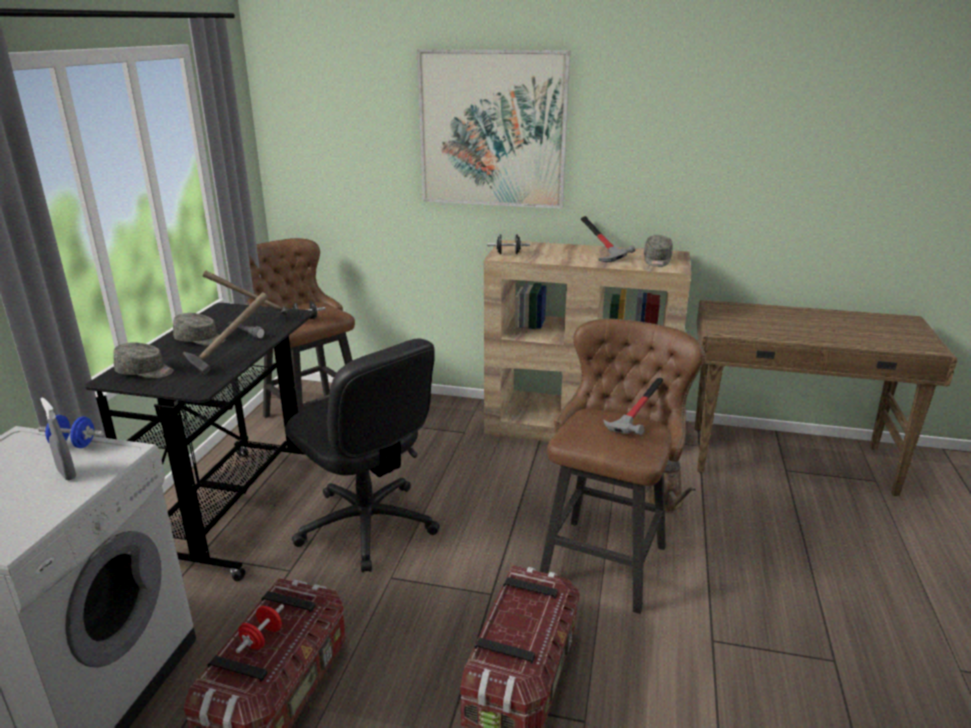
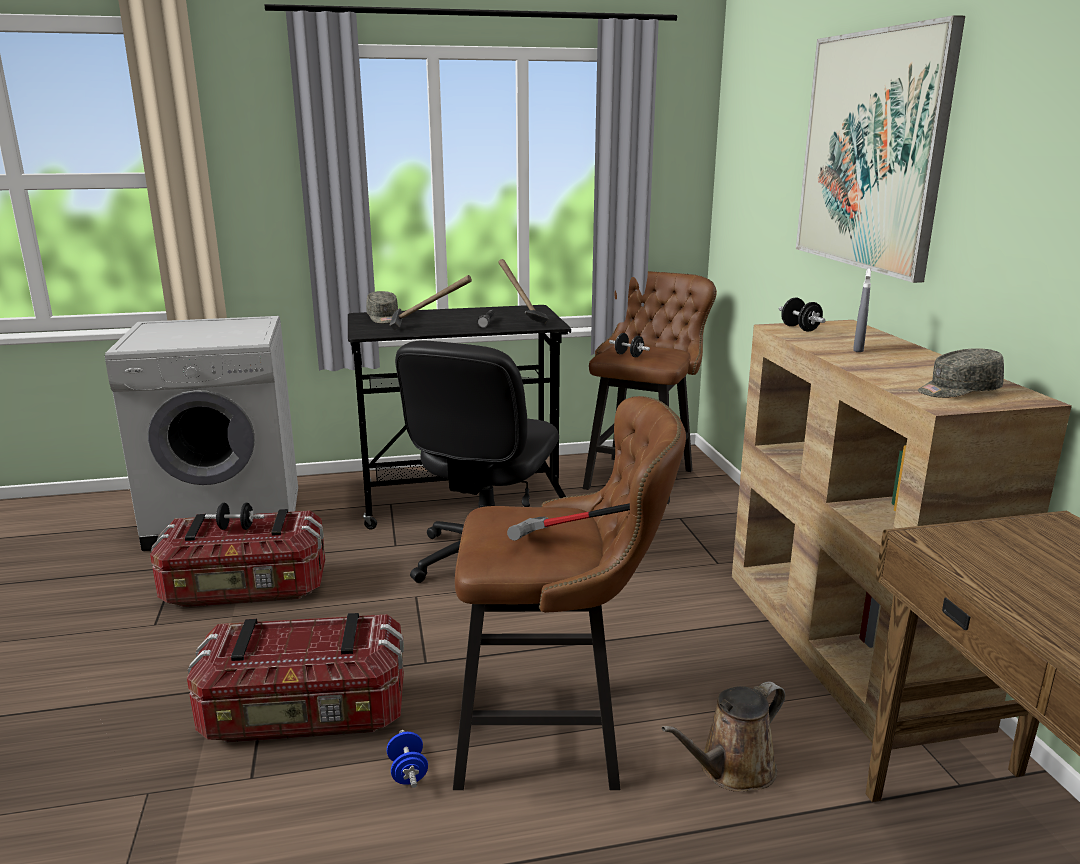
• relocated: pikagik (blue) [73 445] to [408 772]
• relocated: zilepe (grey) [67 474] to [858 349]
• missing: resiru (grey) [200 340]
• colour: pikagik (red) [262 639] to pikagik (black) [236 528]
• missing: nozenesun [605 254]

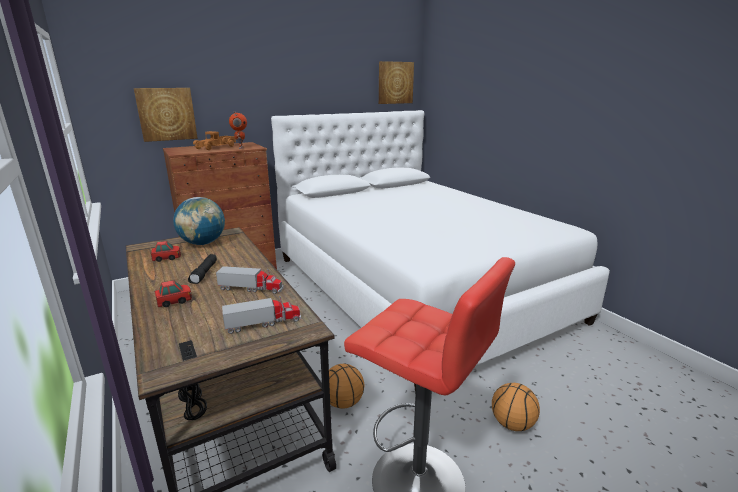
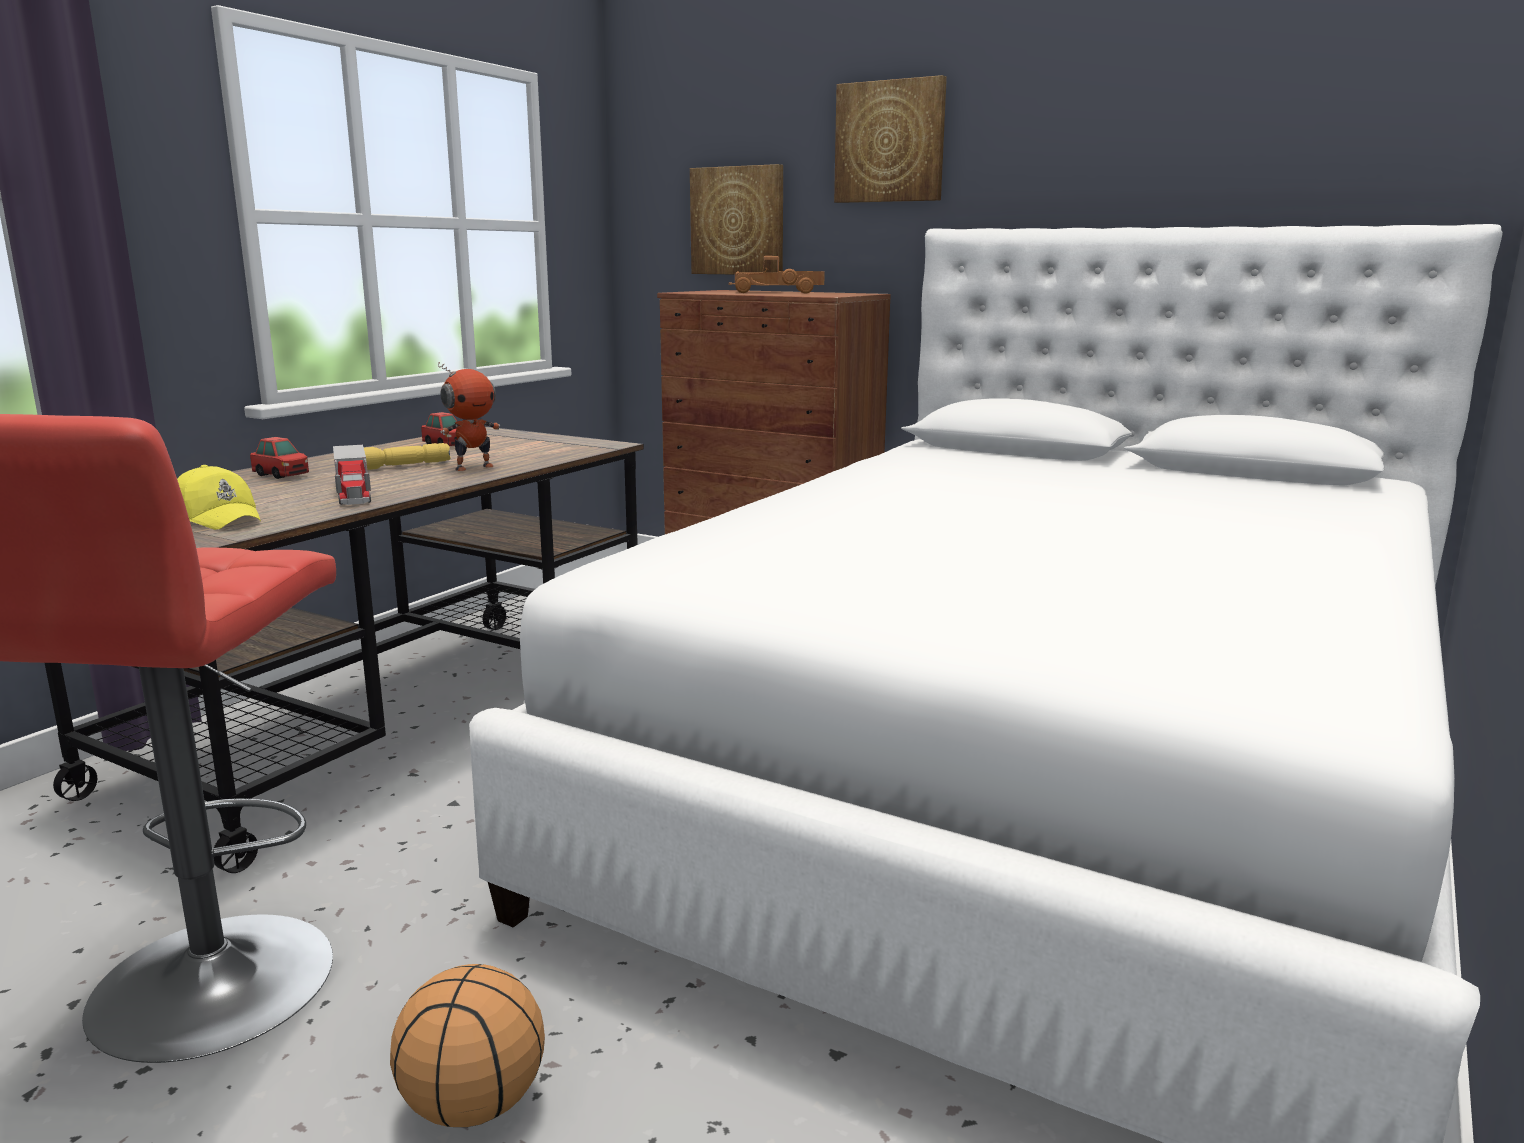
• missing: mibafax [203 243]
• colour: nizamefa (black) [204 273] to nizamefa (yellow) [399 467]
• exchanged: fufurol [264 323] to resiru (yellow) [218 518]
• relocated: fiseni [240 148] to [473 467]
• missing: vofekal [343 402]
• relocated: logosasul [395 83] to [890 142]

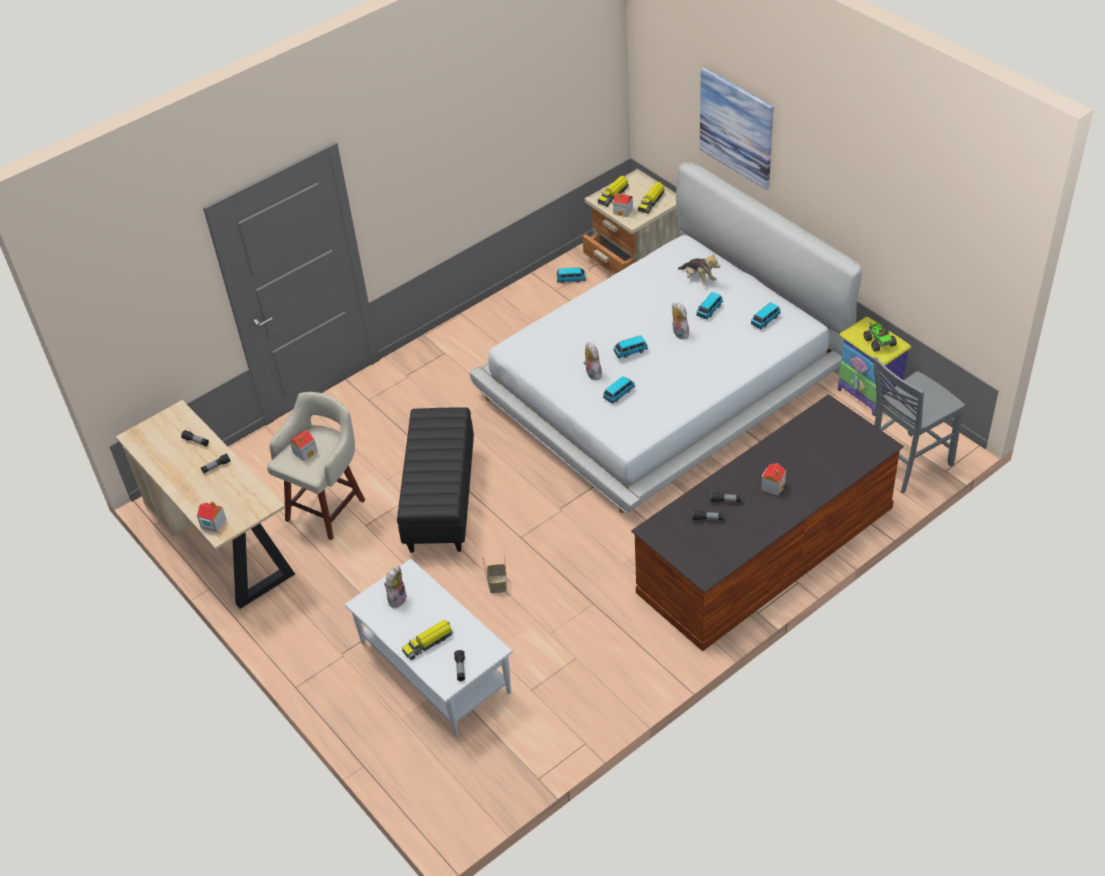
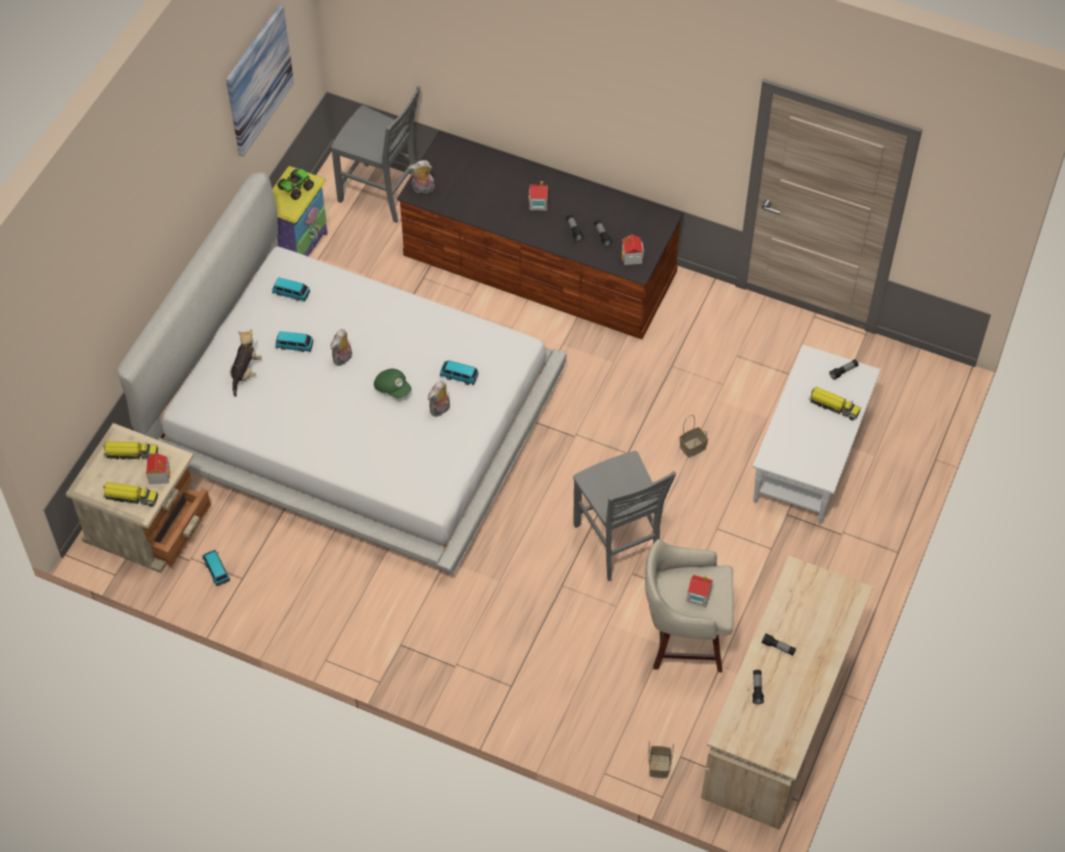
• relocated: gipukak [213 523] to [632 257]
• relocated: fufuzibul [396 598] to [422 189]
• exchanged: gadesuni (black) [440 500] to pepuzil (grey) [618 543]
• exchanged: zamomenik [630 351] to resiru (green) [393 388]
• relocated: logosasul [736 128] to [258 80]
• appeared: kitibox [658 765]

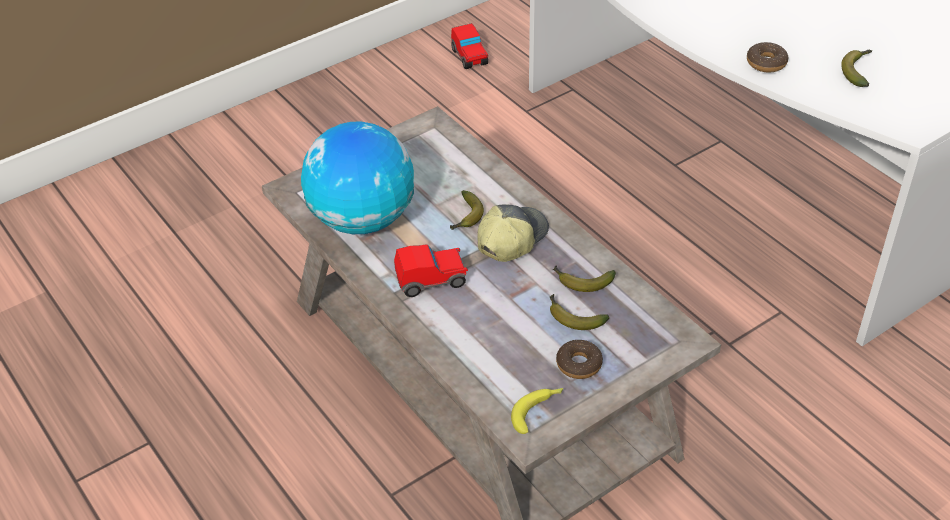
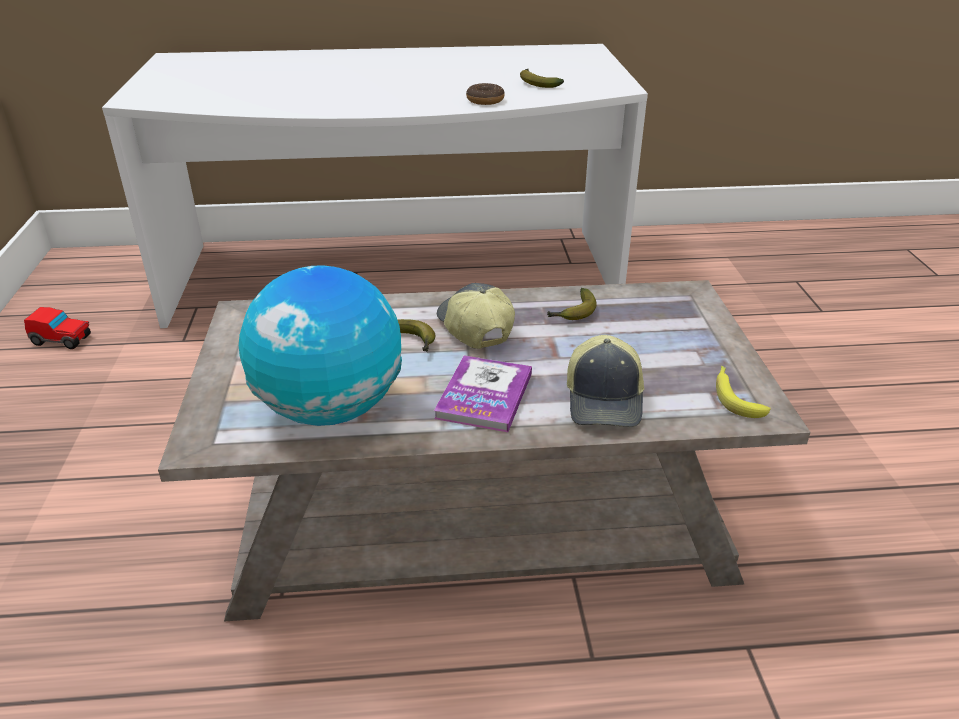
• exchanged: zamomenik [431 280] to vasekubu [484 395]
• missing: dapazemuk [573 317]
• missing: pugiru [579 364]
• appeared: resiru [605 400]

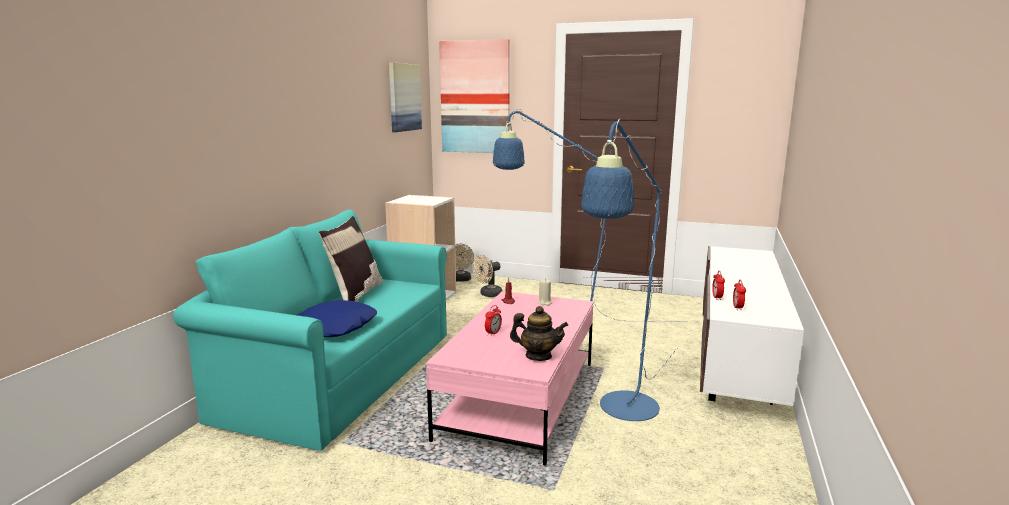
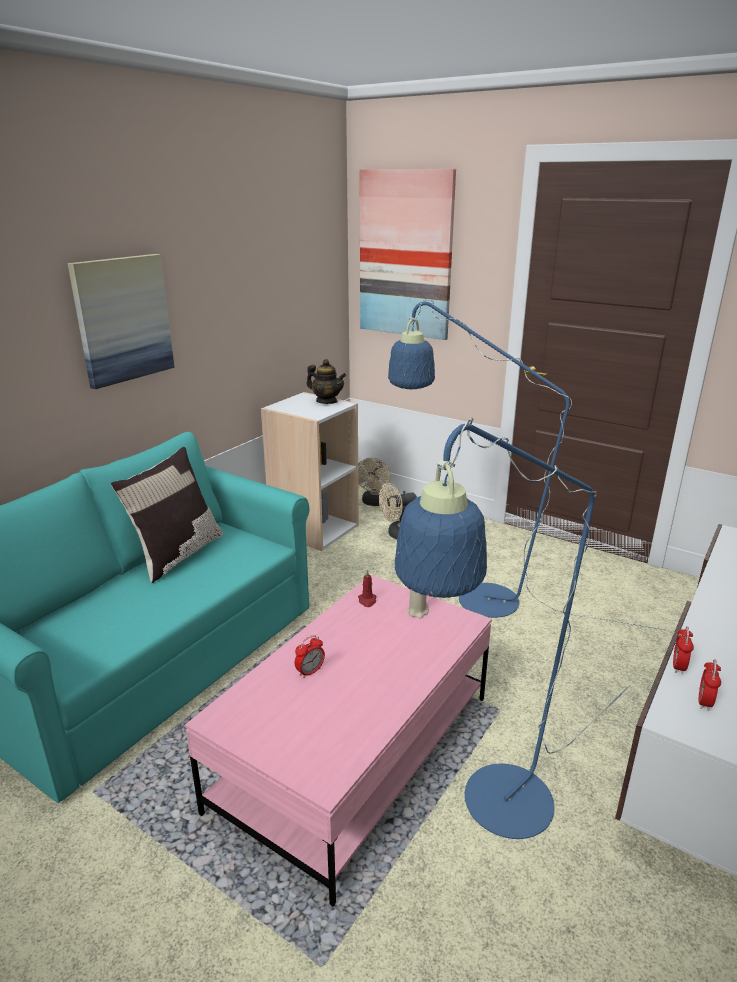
• missing: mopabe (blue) [335 327]
• relocated: logosasul [404 97] to [123 319]
• relocated: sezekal [538 356] to [326 401]

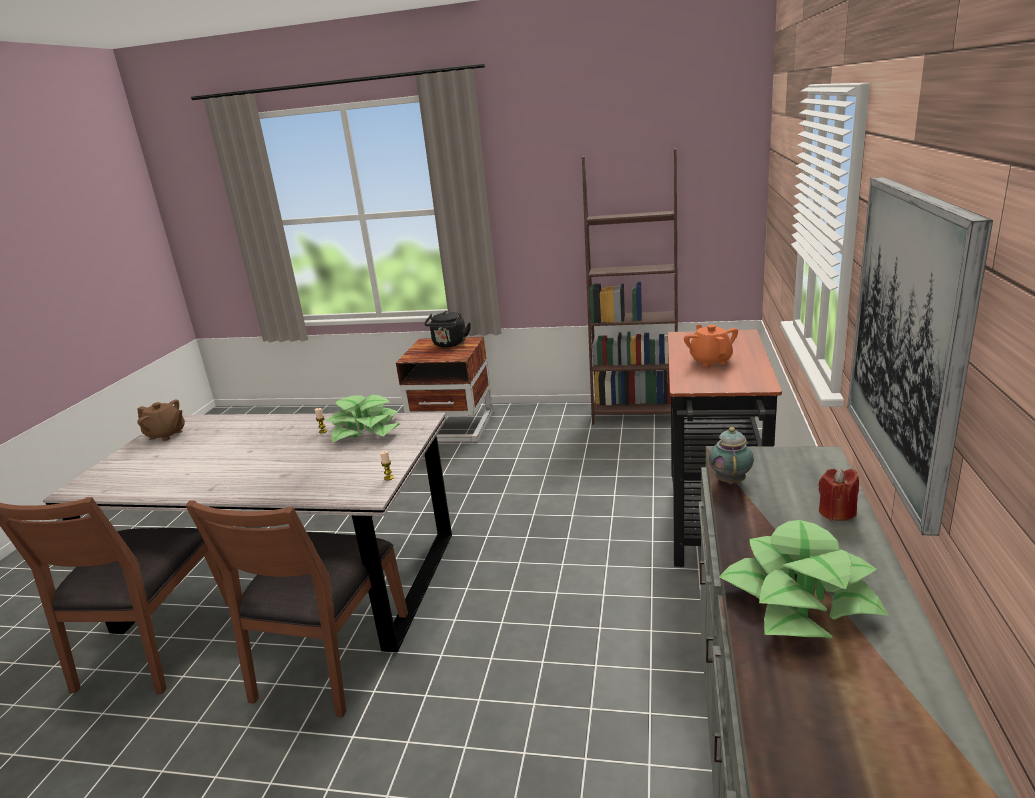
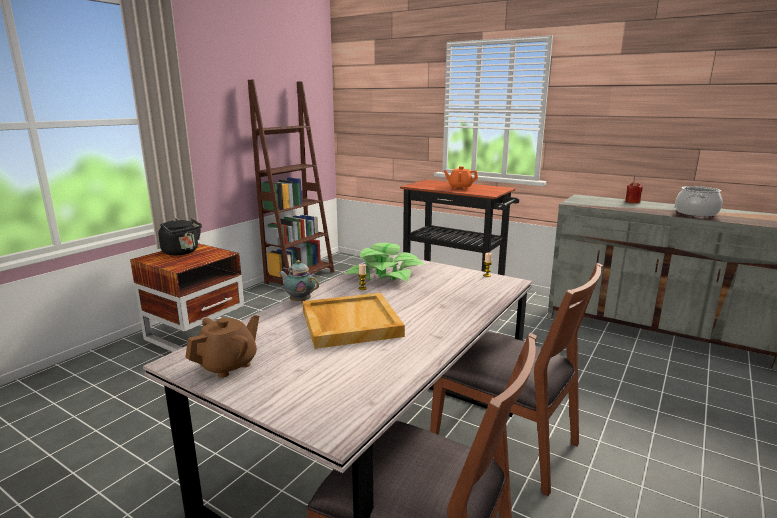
• relocated: sezekal [730 480] to [299 301]
• exchanged: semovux [800 599] to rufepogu [696 213]
• missing: logosasul [908 338]
• appeared: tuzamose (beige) [350 323]

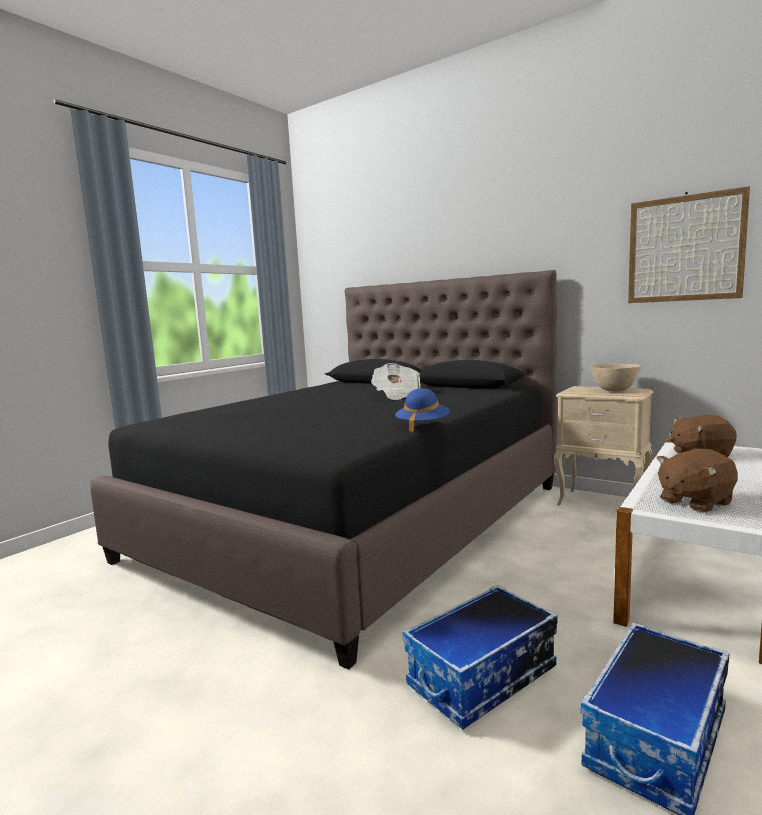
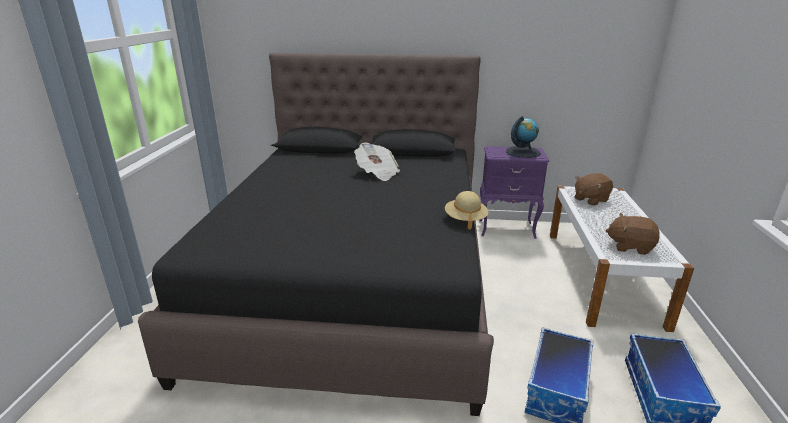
• colour: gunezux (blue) [422 426] to gunezux (beige) [465 219]
• colour: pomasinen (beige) [602 503] to pomasinen (purple) [507 229]
• exchanged: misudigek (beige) [614 391] to mibafax [522 152]
• missing: logosasul [685 247]
• spun: fufuzibul (brown) [694 502] = [630 246] 75 degrees clockwise

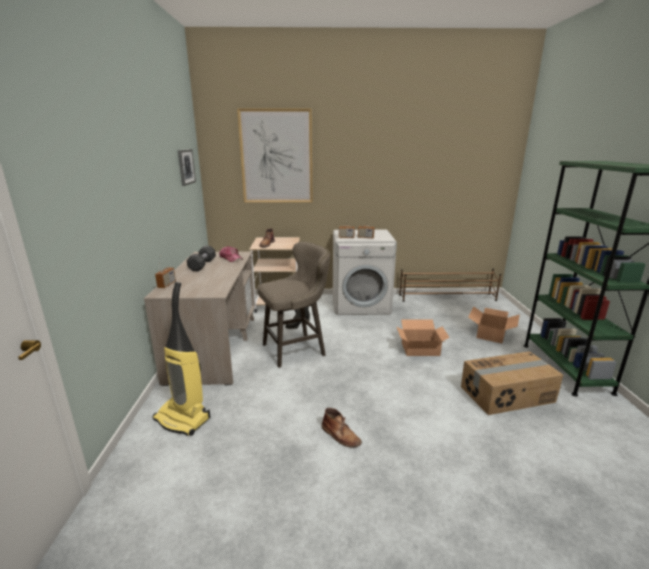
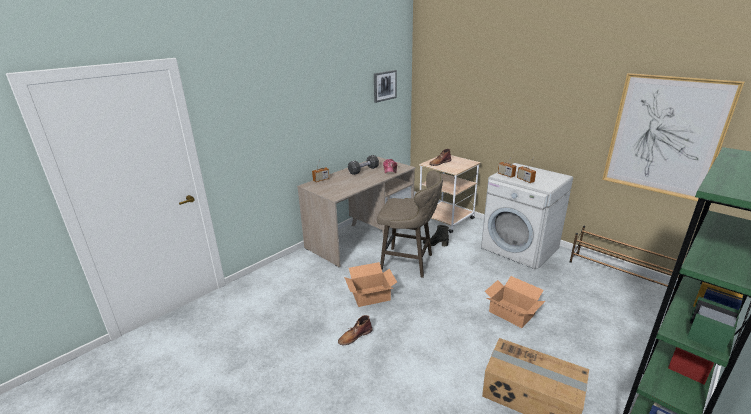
• missing: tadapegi [183 419]
• relocated: logosasul [276 157] to [664 136]
• spun: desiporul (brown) [341 435] = [354 336] 60 degrees clockwise
• relocated: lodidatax [491 334] to [371 296]

